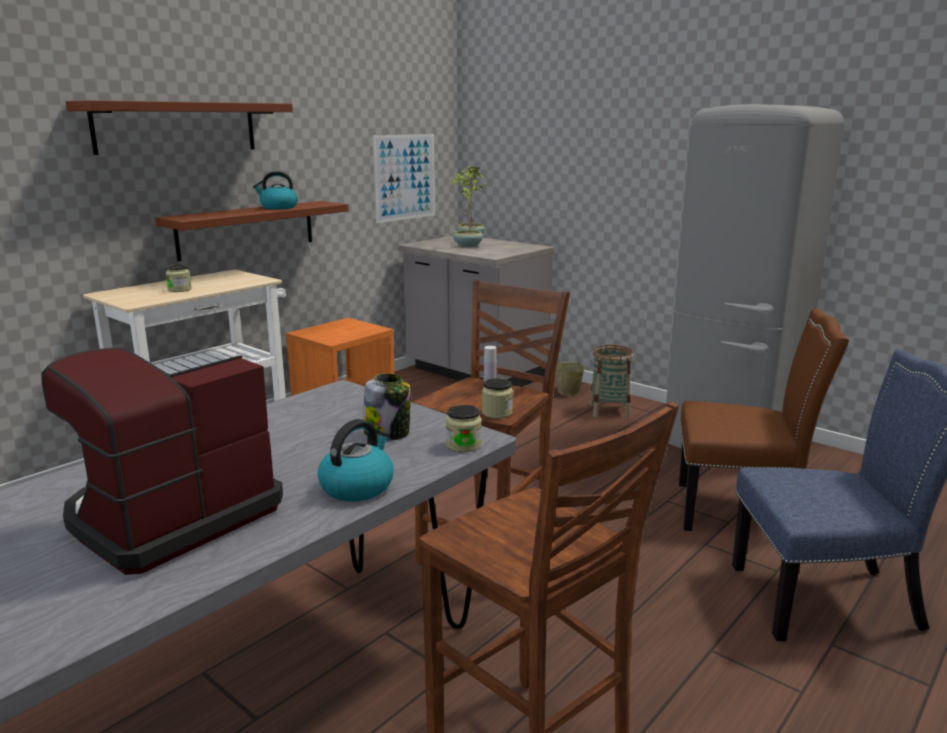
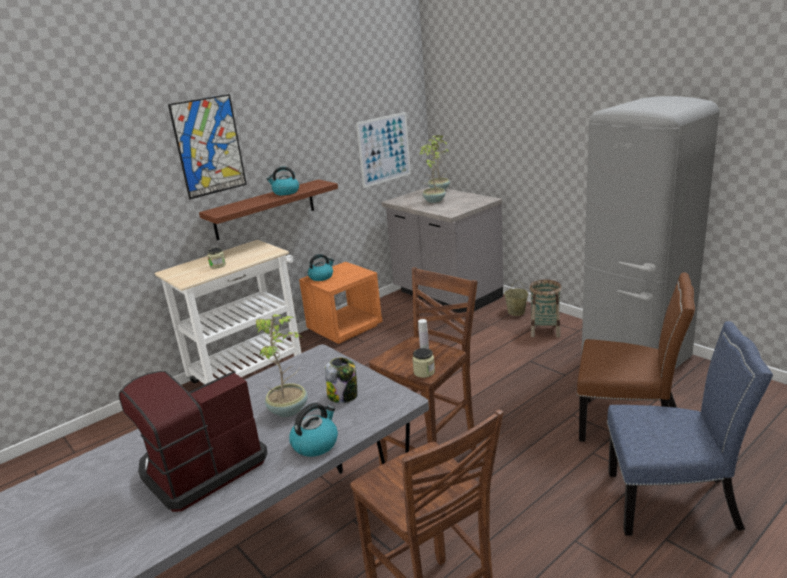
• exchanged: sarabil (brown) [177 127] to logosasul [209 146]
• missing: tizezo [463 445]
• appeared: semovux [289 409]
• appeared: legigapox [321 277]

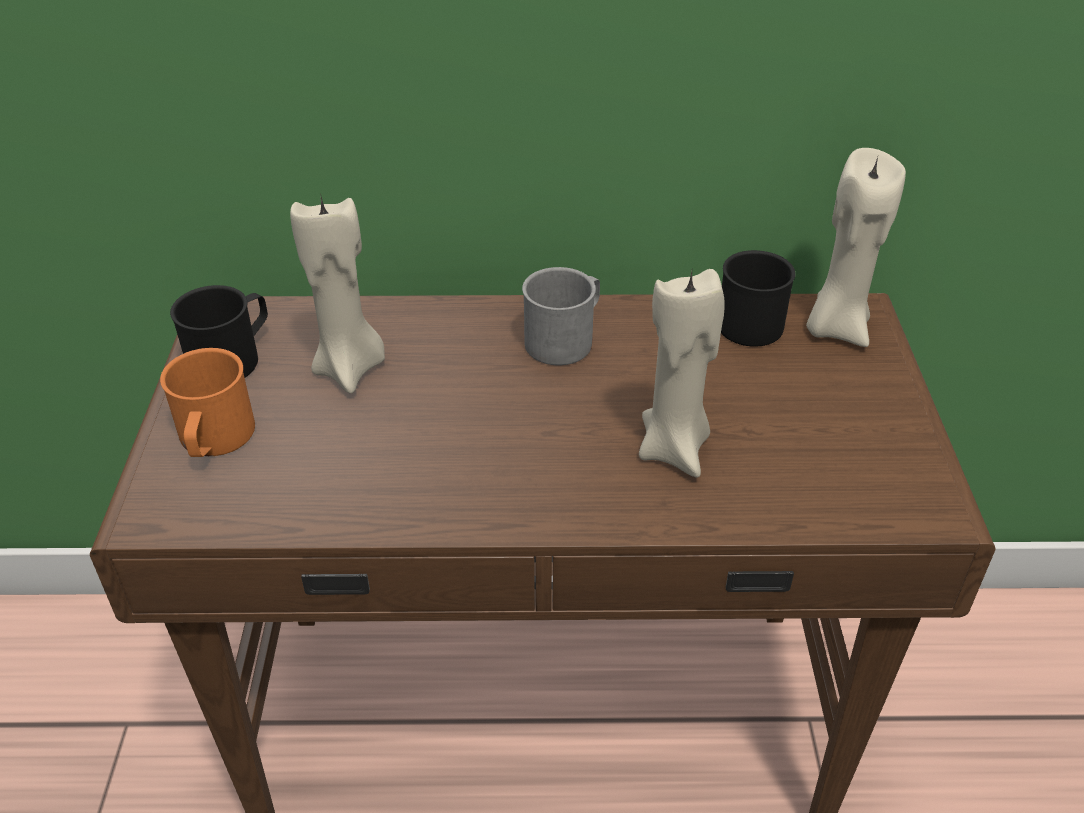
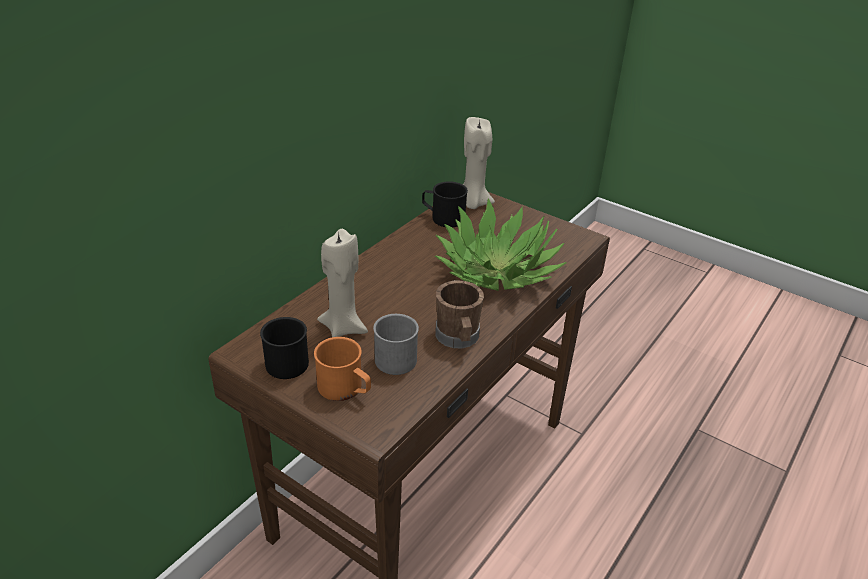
• relocated: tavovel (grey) [566 339] to [394 356]
• exchanged: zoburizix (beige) [674 448] to semovux [497 271]
• appeared: tavovel (brown) [458 338]

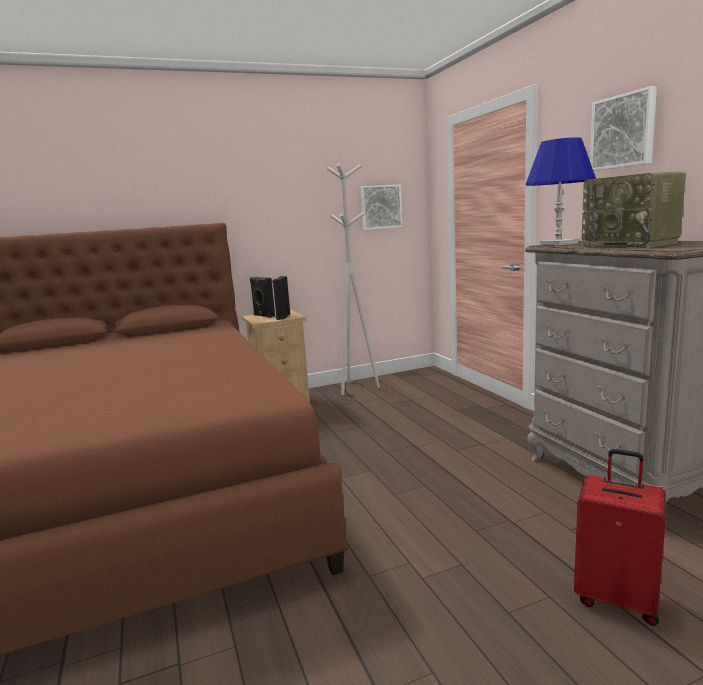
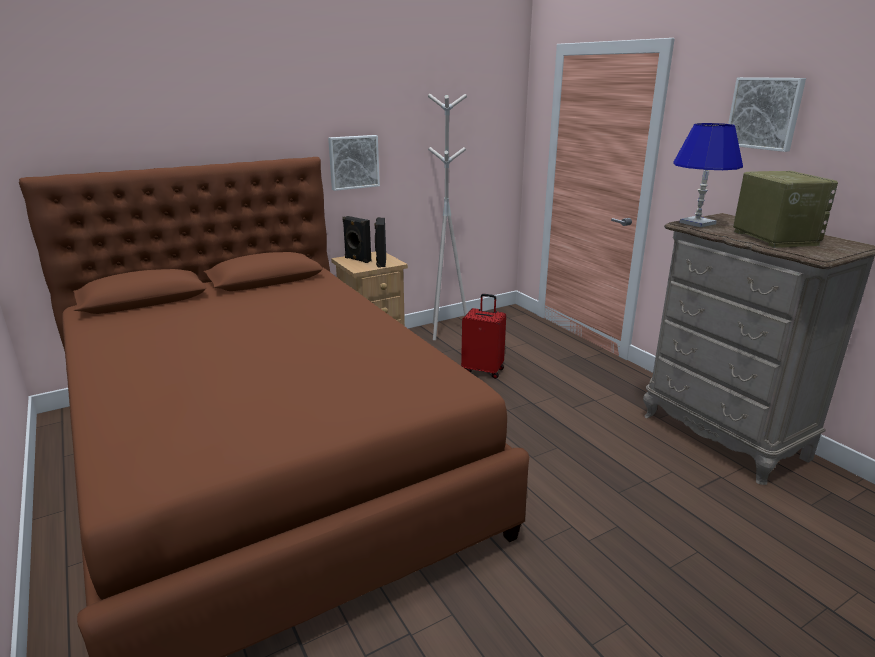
• relocated: logosasul [380 207] to [353 162]
• relocated: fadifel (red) [617 598] to [483 370]
• spun: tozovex [631 245] = [773 238] 150 degrees counterclockwise

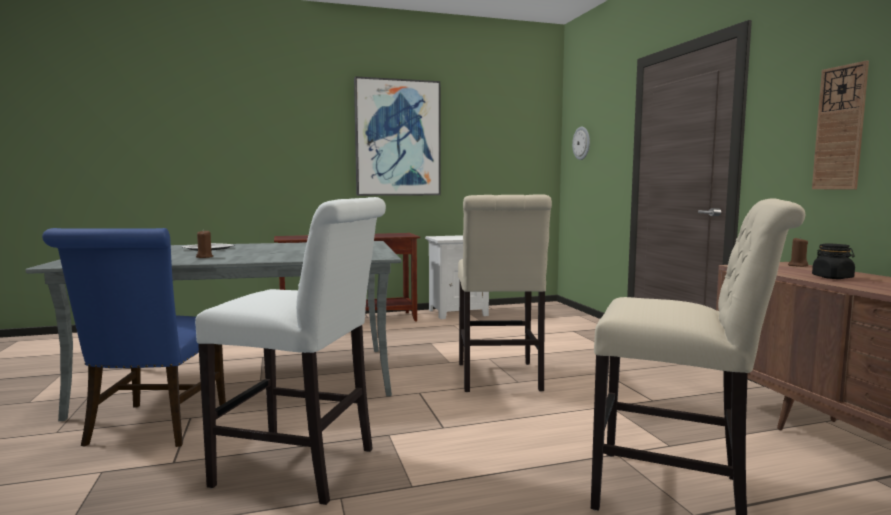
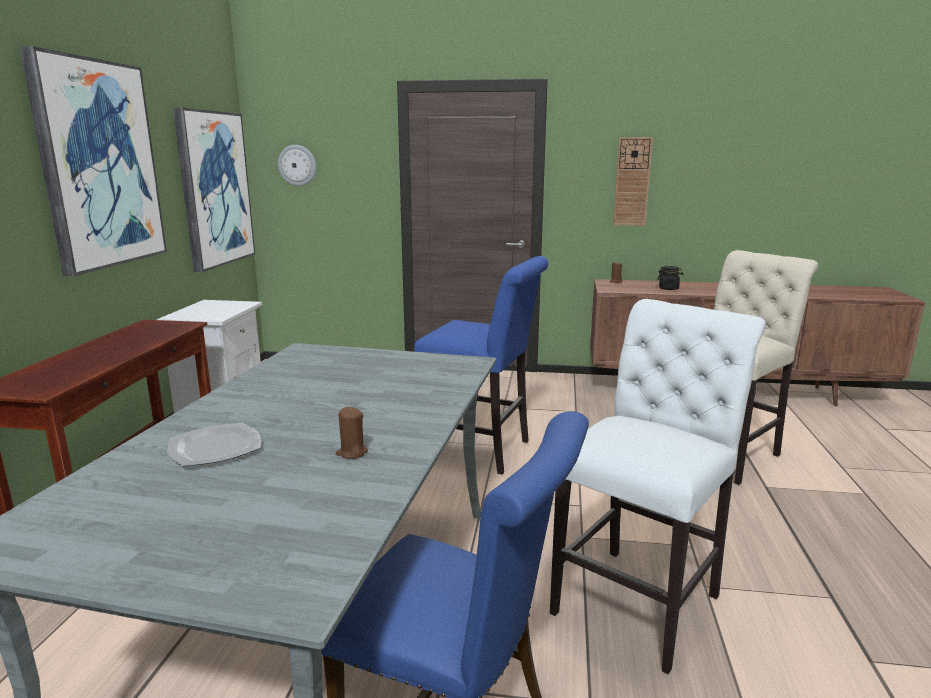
• colour: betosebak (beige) [498 379] to betosebak (blue) [481 451]
• appeared: logosasul [214 189]

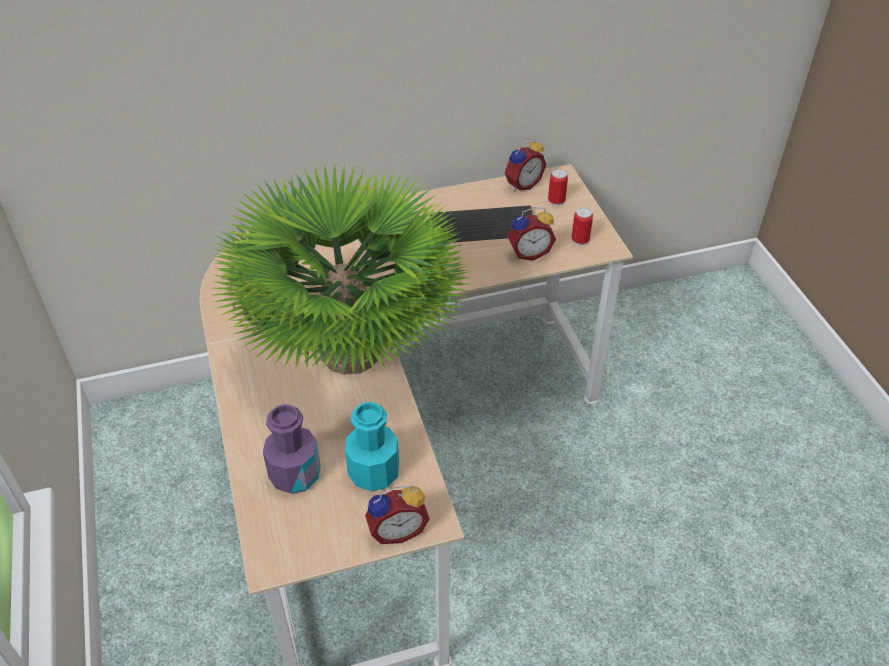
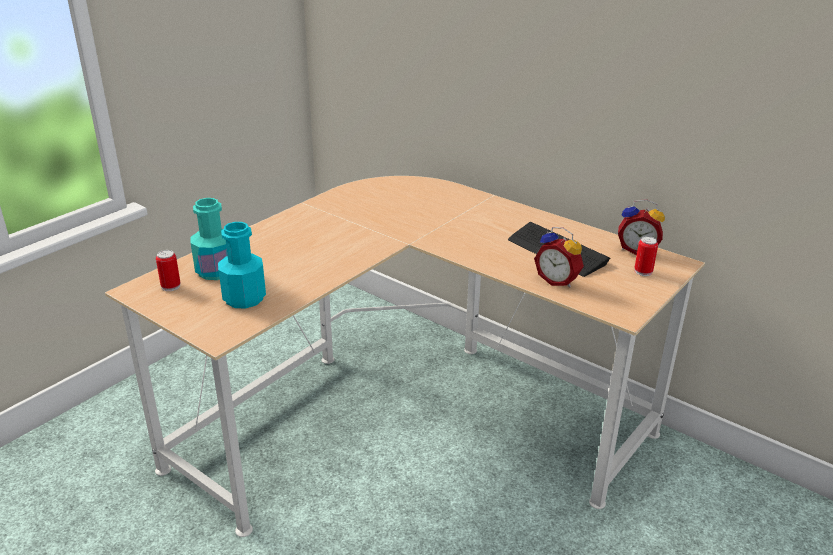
• missing: semovux [350 351]
• colour: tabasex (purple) [295 475] to tabasex (turquoise) [216 271]
• missing: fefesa [397 529]
• relocated: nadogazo [580 240] to [171 286]

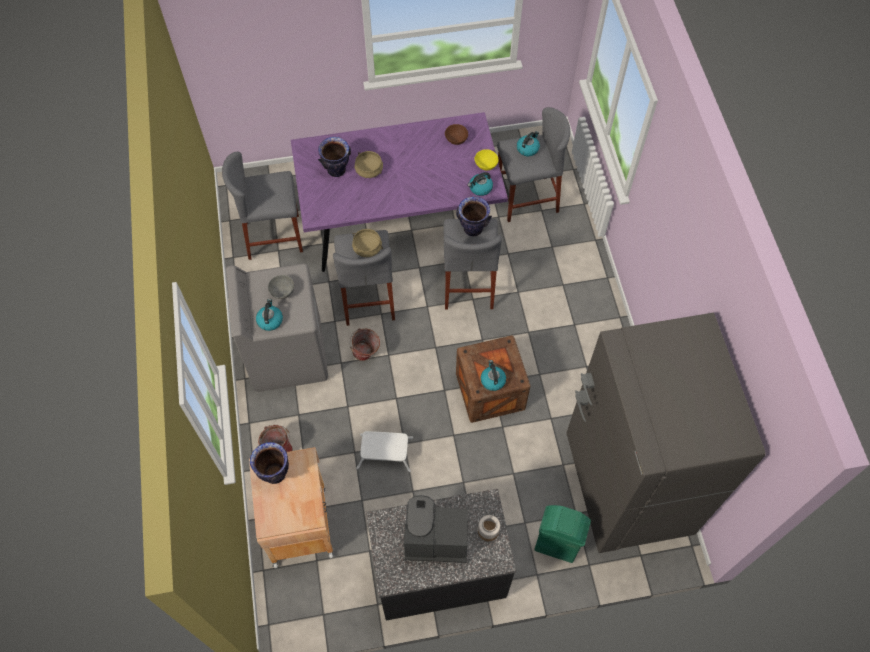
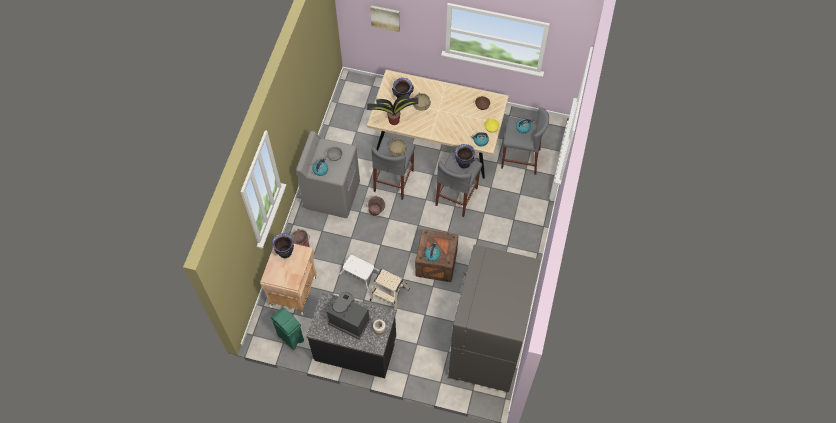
• missing: betosebak (grey) [274 236]
• colour: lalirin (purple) [399 217] to lalirin (beige) [436 139]
• relocated: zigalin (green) [555 545] to [290 337]
• appeared: semovux [393 120]
• appeared: logosasul [385 17]
• appeared: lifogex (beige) [389 294]

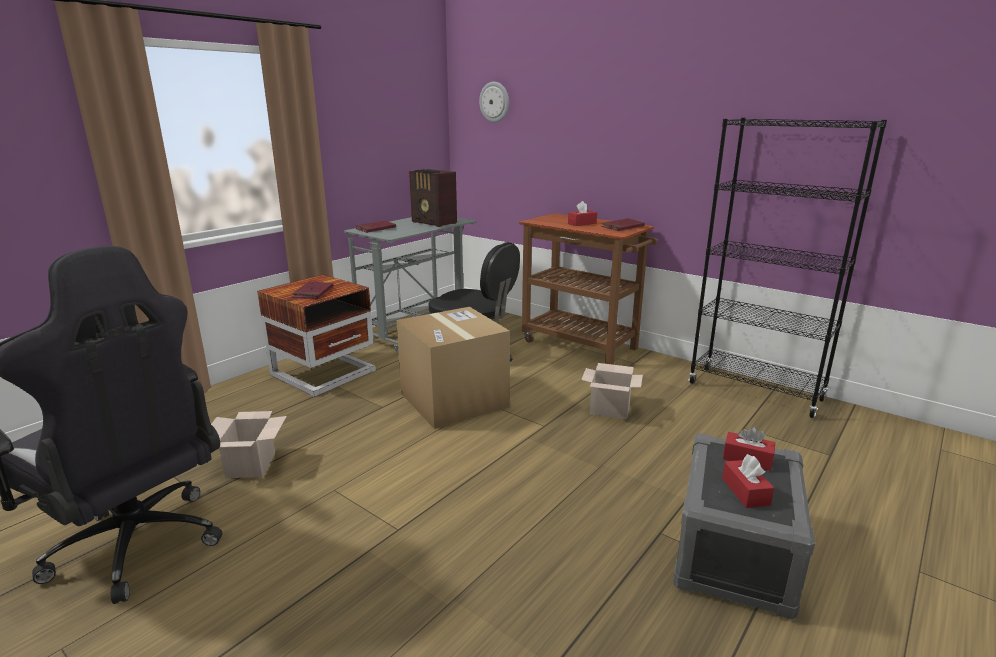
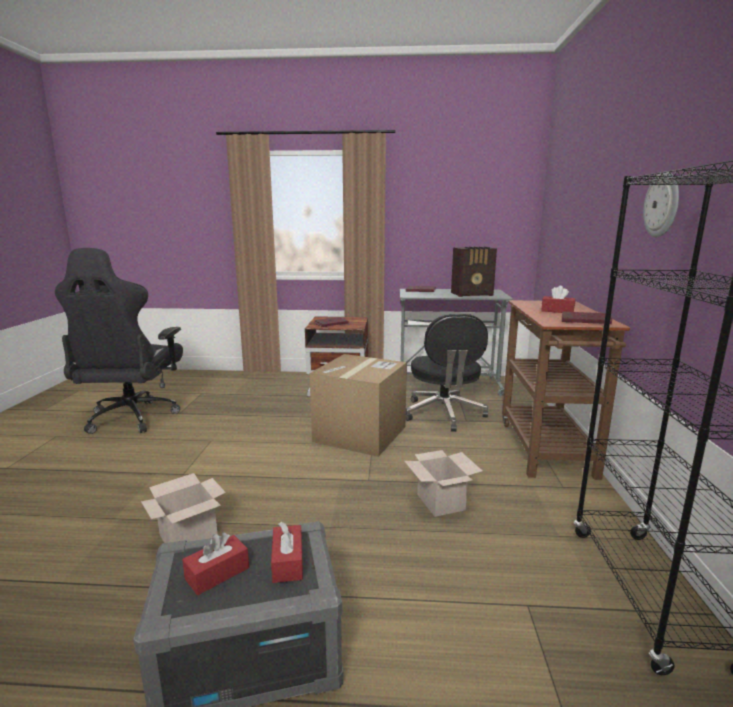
• relocated: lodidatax [251 465] to [187 536]
• spun: tozovex [434 223] = [473 294] 105 degrees counterclockwise
• relocated: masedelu [494 102] to [662 205]

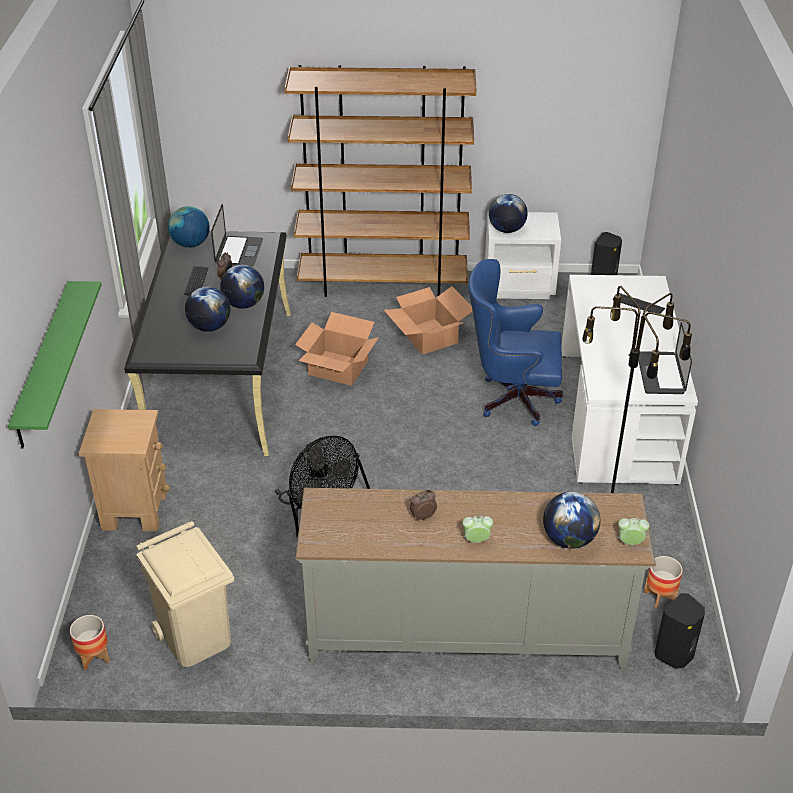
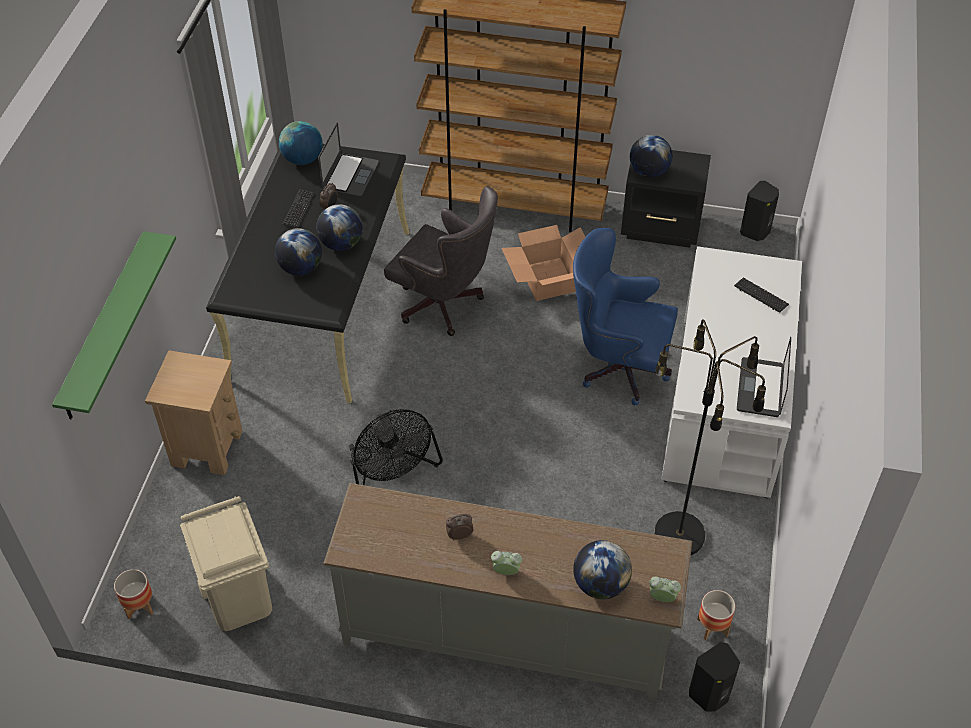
• exchanged: lodidatax [338 368] to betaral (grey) [444 306]
• colour: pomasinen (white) [520 287] to pomasinen (black) [661 228]

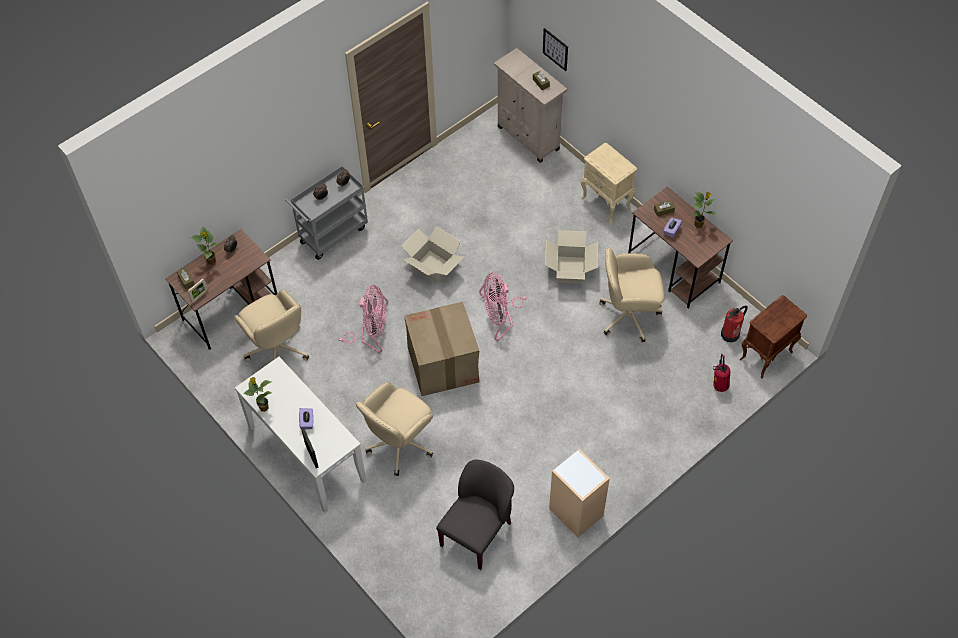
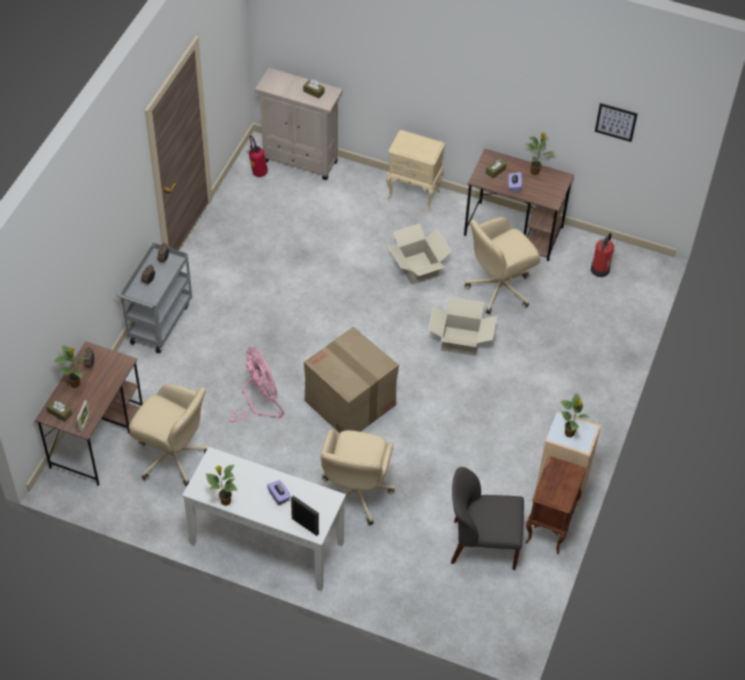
• relocated: lodidatax [433 267] to [460 341]
• spun: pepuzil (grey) [477 533] = [482 544] 90 degrees counterclockwise
• missing: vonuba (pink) [500 314]
• relocated: logosasul [555 49] to [616 122]
• relocated: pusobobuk [719 385] to [258 173]
• relocated: pomasinen (brown) [766 356] to [550 527]
• appeared: semovux [570 434]

